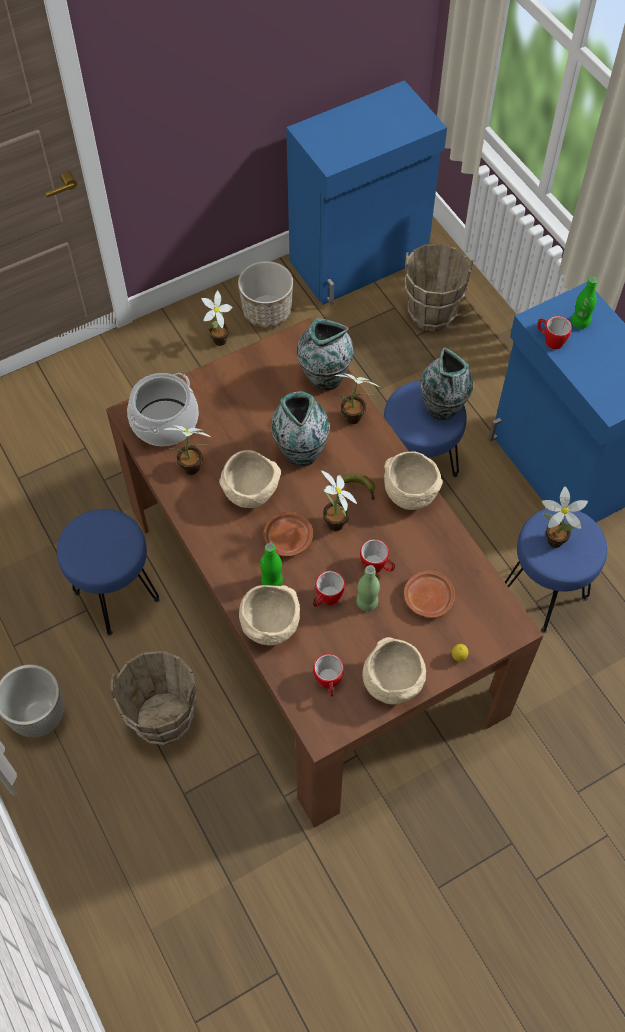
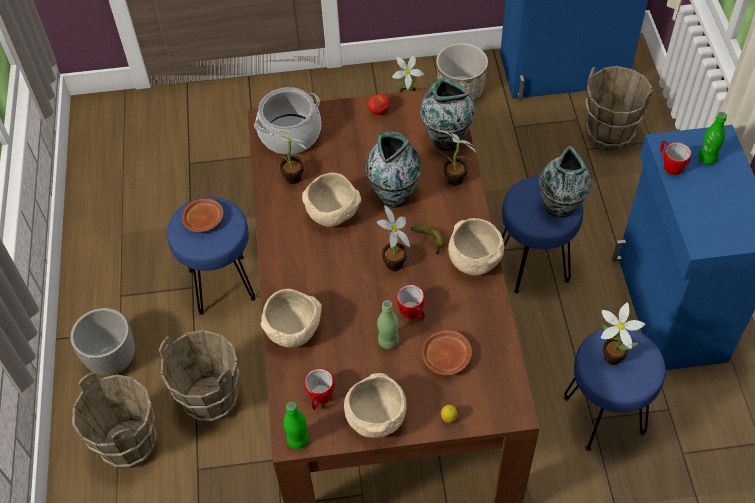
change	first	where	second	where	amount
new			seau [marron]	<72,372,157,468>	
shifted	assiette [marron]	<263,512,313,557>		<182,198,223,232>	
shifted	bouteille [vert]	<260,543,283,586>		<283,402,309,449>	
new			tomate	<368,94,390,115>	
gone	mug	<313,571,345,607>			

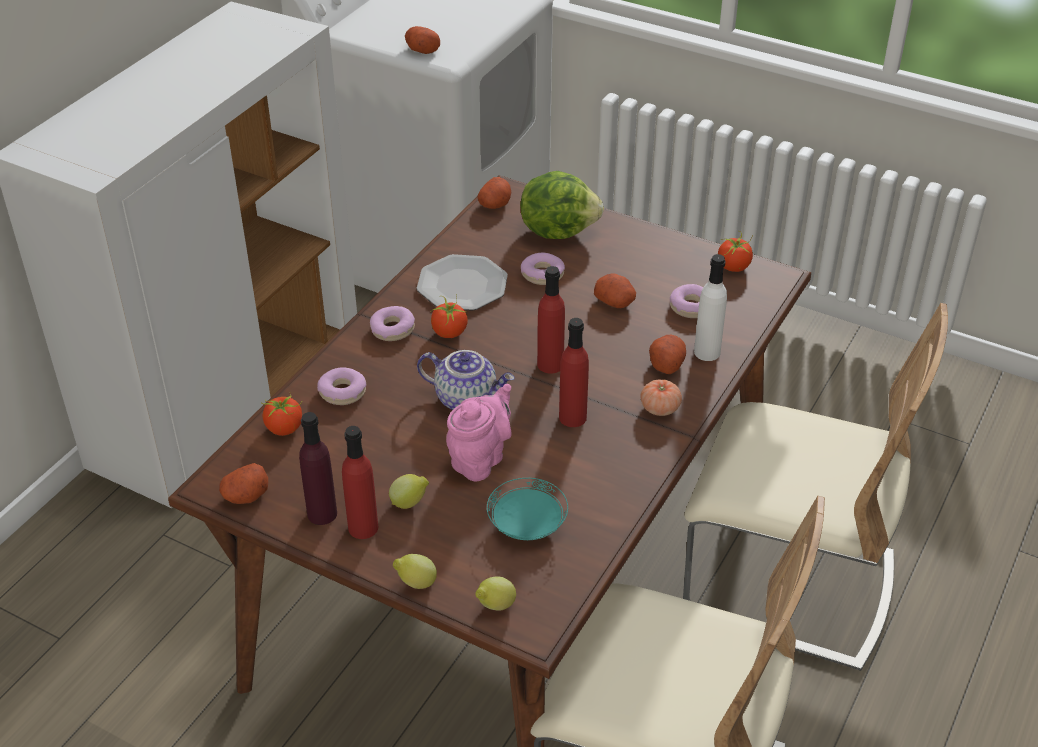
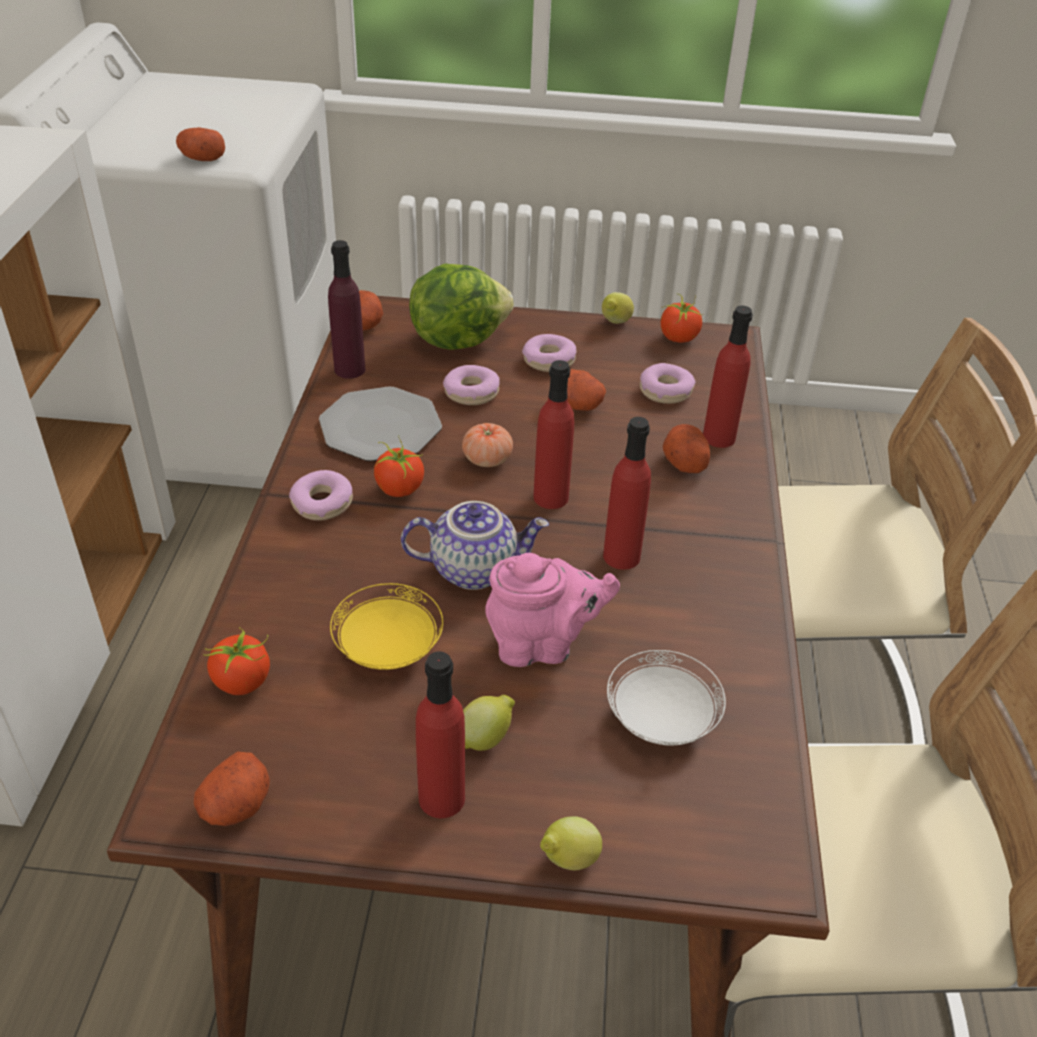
change	first	where	second	where	amount
shifted	bouteille [violet]	<299,412,337,525>		<328,240,366,379>	
new			assiette [jaune]	<330,583,443,670>	
shifted	tomate	<640,380,682,416>		<462,423,513,467>	
rotated	théière [rose]	<446,384,512,482>		<485,553,620,667>	75 degrees clockwise
shifted	beignet	<317,367,366,405>		<522,334,576,372>	
shifted	citron	<475,576,516,611>		<602,292,634,324>	
repainted	assiette [turquoise]	<487,478,568,540>	assiette [blanc]	<607,650,726,746>	
repainted	bouteille [blanc]	<694,254,727,361>	bouteille [rouge]	<703,305,752,448>	

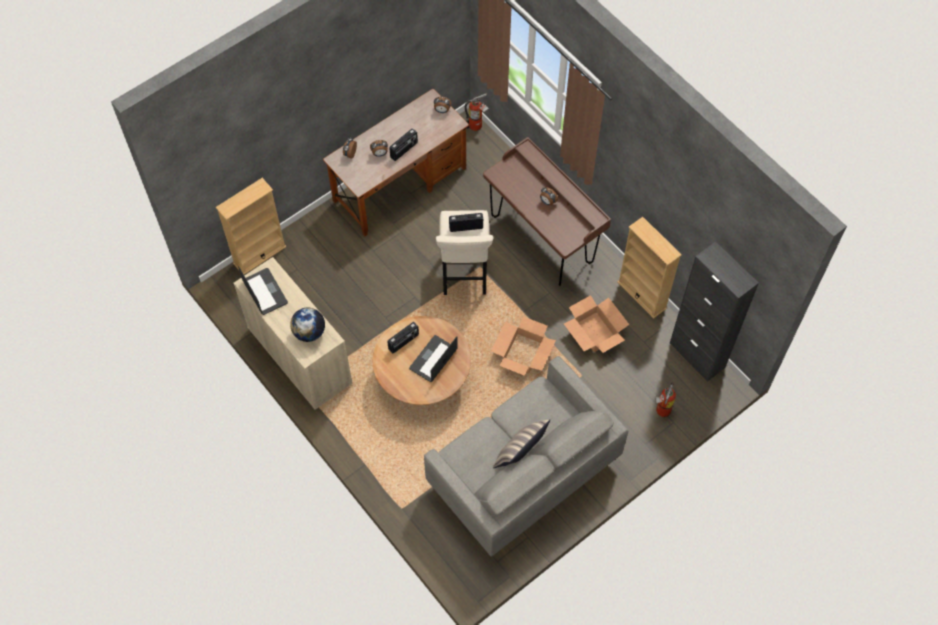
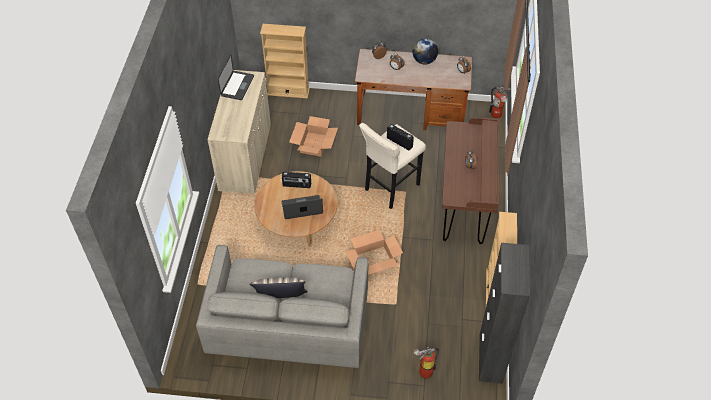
change	first	where	second	where	amount
shifted	carton	<564,295,629,353>		<289,116,338,157>	
shifted	globe	<290,307,325,342>		<413,39,438,65>	
gone	radio	<389,128,418,161>			

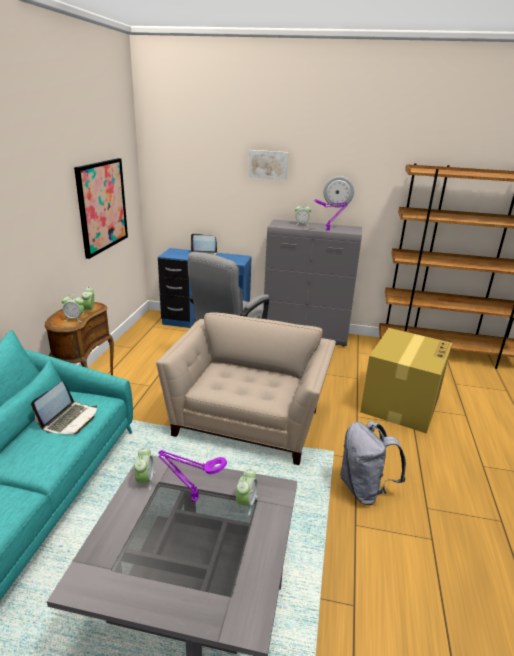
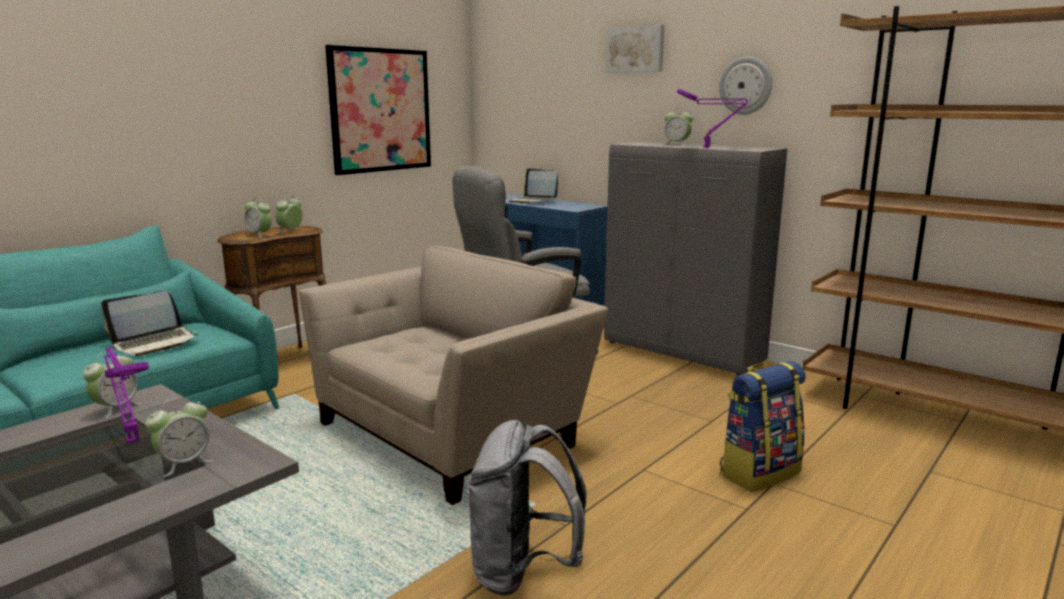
change	first	where	second	where	amount
swapped	carton	<360,328,452,434>	sac à dos	<720,361,805,492>	

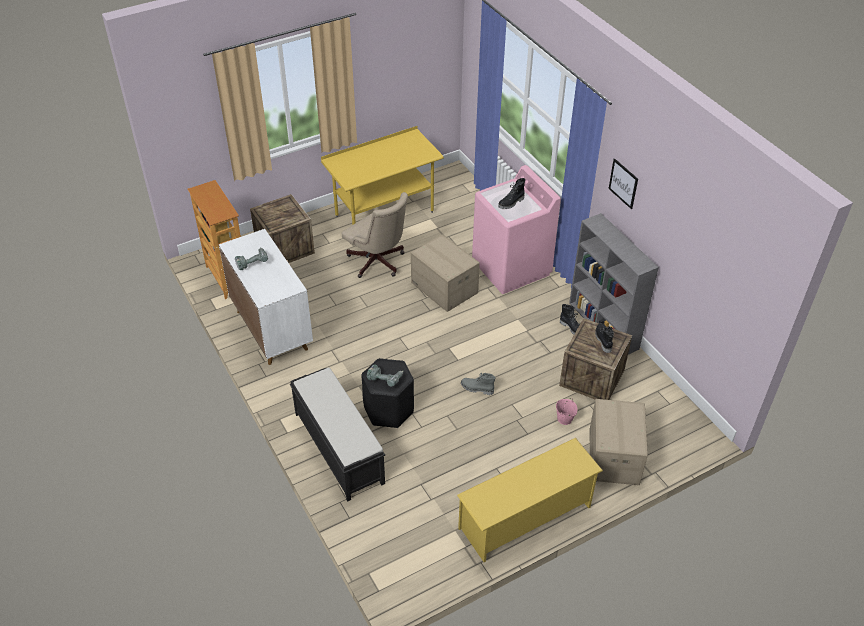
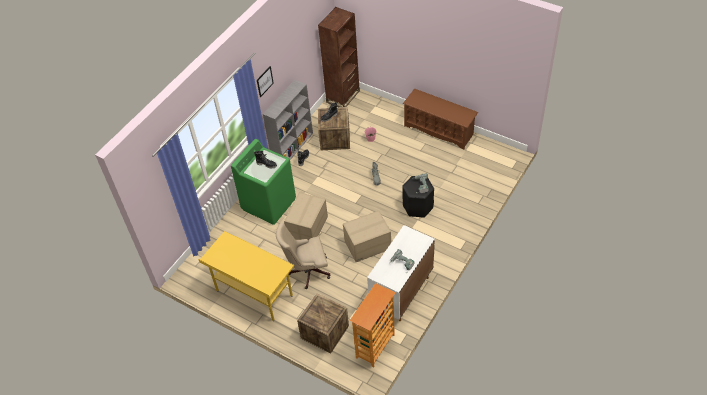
change	first	where	second	where	amount
repainted	lave-linge [rose]	<472,165,561,294>	lave-linge [vert]	<231,139,296,225>	
rotated	chaise de bureau [beige]	<341,192,408,278>		<276,223,330,289>	120 degrees counterclockwise
new			bibliothèque [marron]	<318,7,360,107>	
shifted	carton	<590,399,648,485>		<343,210,391,262>	
repainted	étagère à chaussures [jaune]	<457,438,603,562>	étagère à chaussures [marron]	<403,89,478,149>	
gone	banc [noir]	<290,367,385,502>			

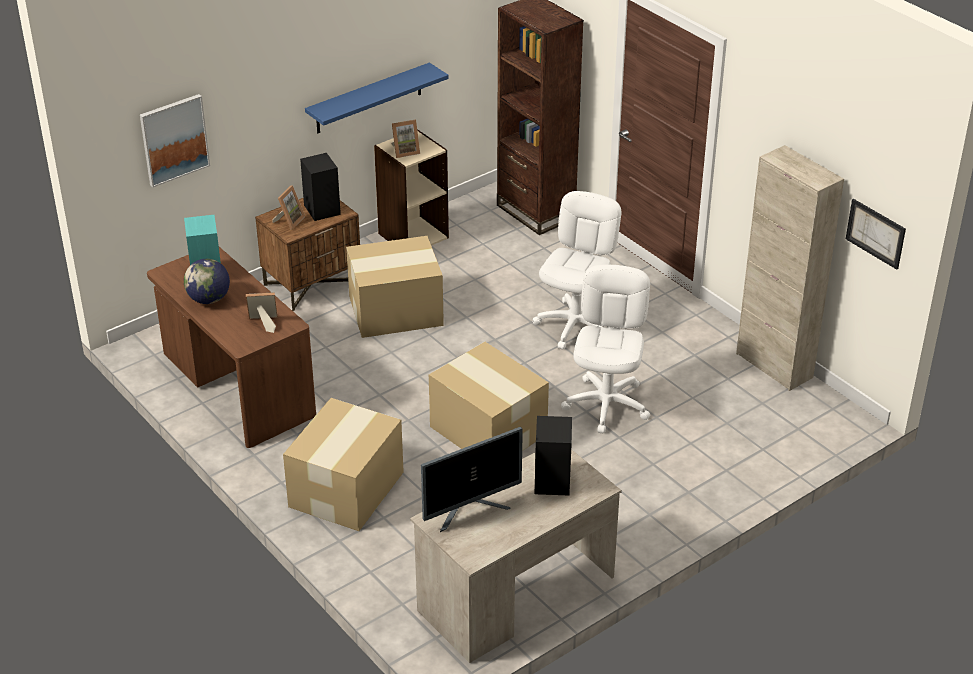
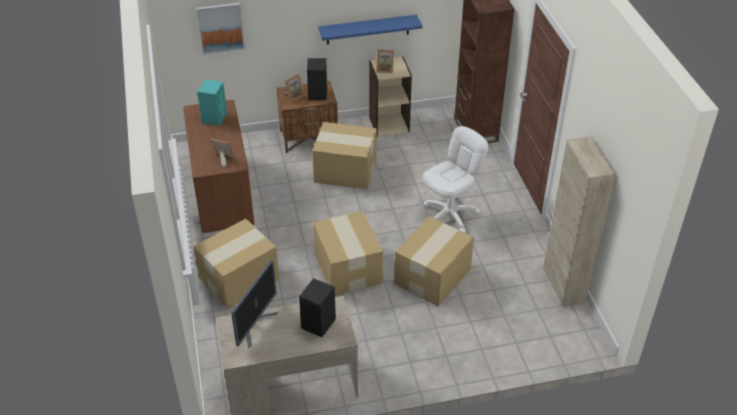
change	first	where	second	where	amount
rotated	écran d'ordinateur	<421,427,523,532>		<231,259,278,348>	60 degrees counterclockwise
swapped	chaise de bureau [blanc]	<561,265,650,434>	carton	<394,216,474,307>	
gone	globe	<184,259,230,304>			
gone	tableau	<846,199,906,270>			

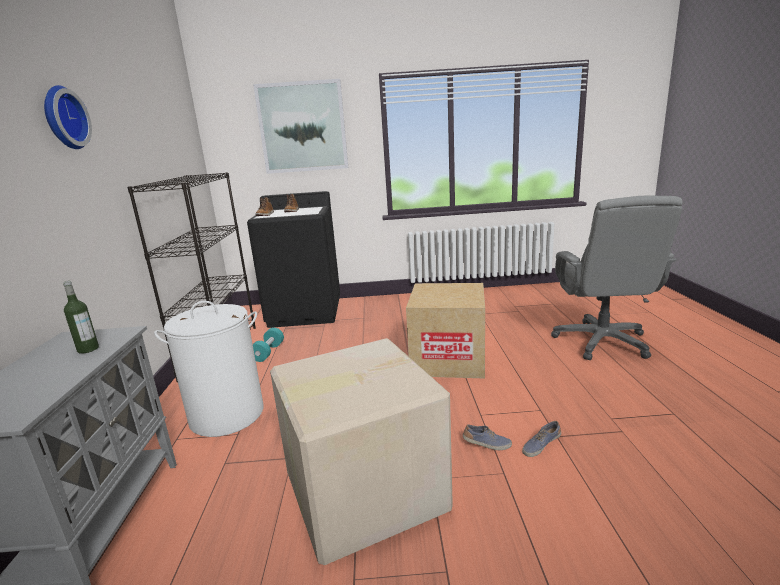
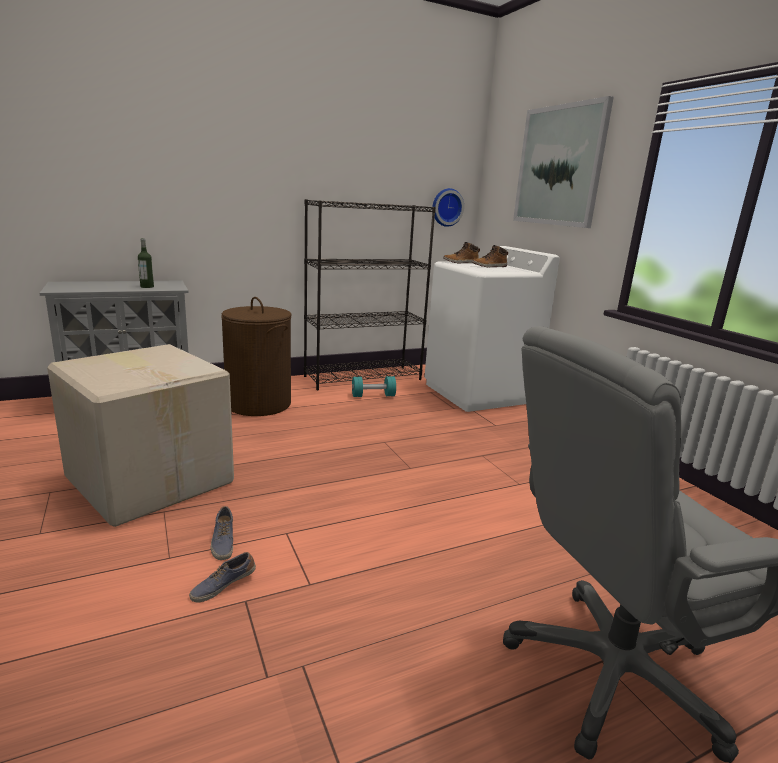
change	first	where	second	where	amount
rotated	chaussure	<522,421,561,457>		<189,552,256,603>	75 degrees counterclockwise
repainted	panier à linge [blanc]	<154,301,263,437>	panier à linge [marron]	<221,297,292,416>	
repainted	lave-linge [noir]	<247,191,340,328>	lave-linge [blanc]	<425,246,560,412>	
shifted	horloge murale	<44,85,92,149>		<432,188,464,227>	
gone	carton	<406,283,485,379>			

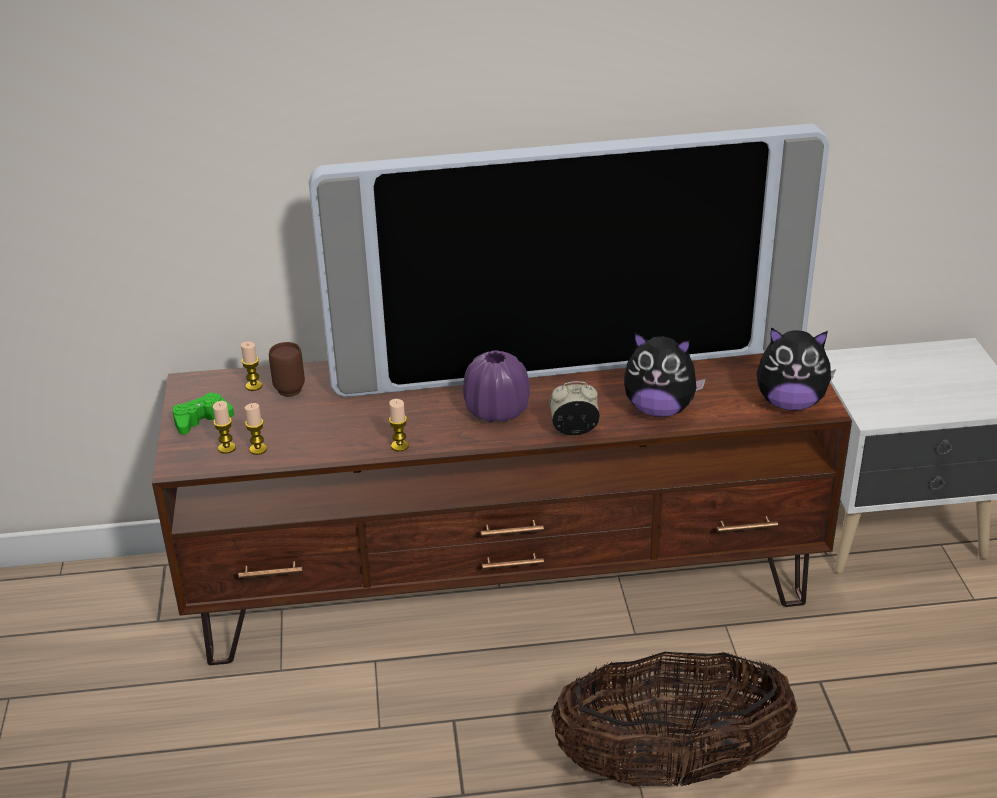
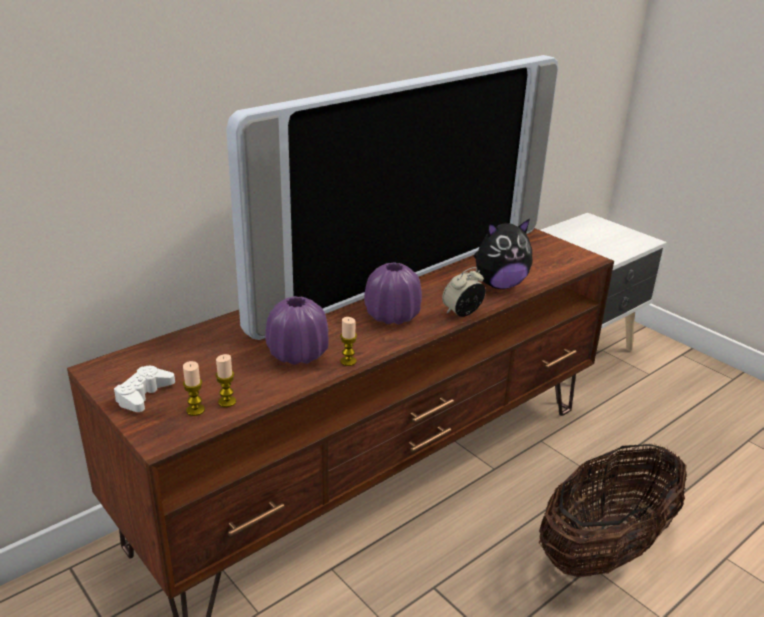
change	first	where	second	where	amount
repainted	manette [vert]	<172,392,234,435>	manette [blanc]	<114,366,175,412>	
new			vase [violet]	<265,296,329,365>	
gone	bougie	<241,341,262,391>			
gone	mug [marron]	<269,342,305,397>			
gone	peluche	<756,327,836,411>			

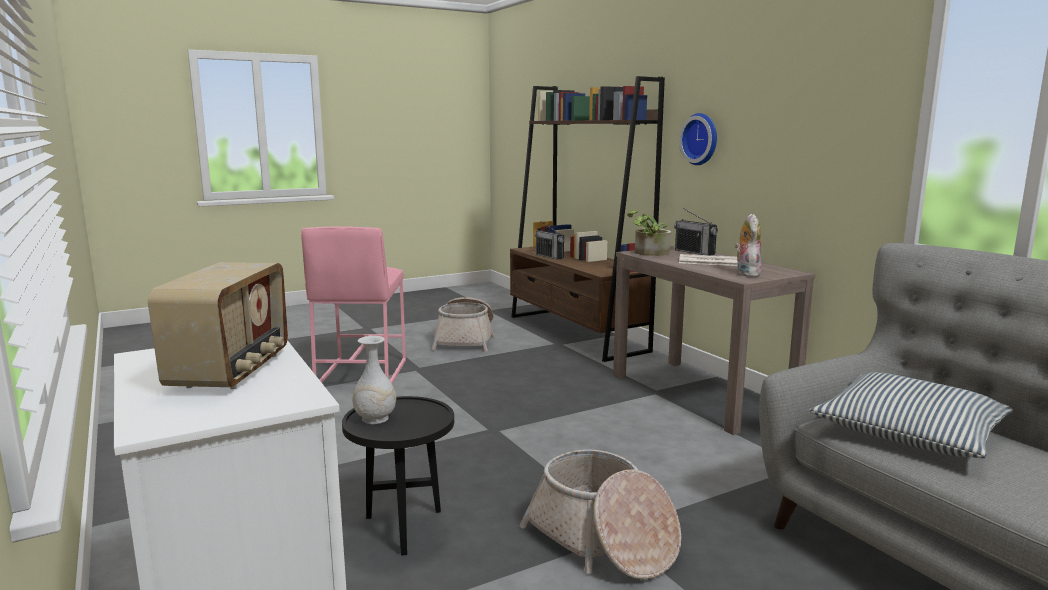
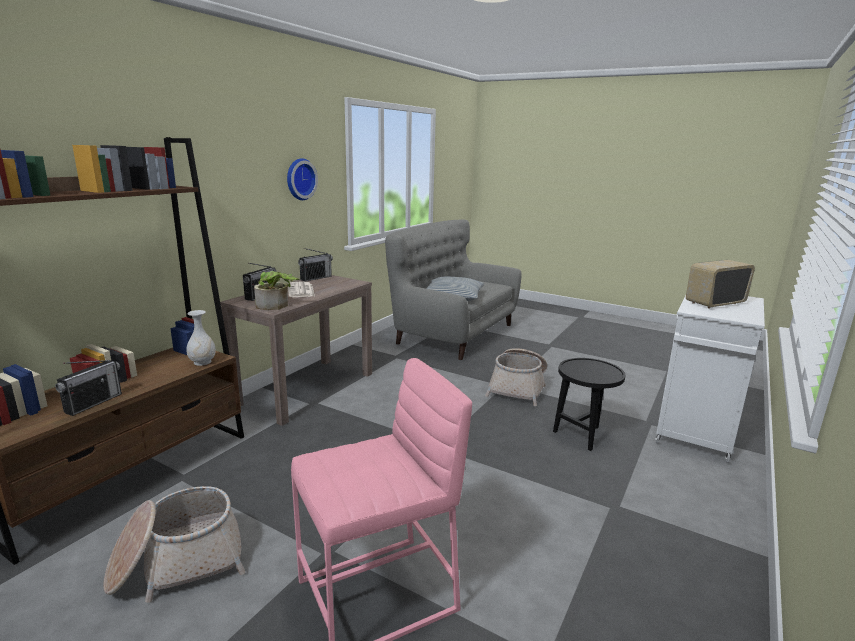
change	first	where	second	where	amount
shifted	vase [blanc]	<352,336,396,424>		<186,310,216,366>	
shifted	horloge murale	<679,113,717,165>		<287,158,318,200>	
new			radio	<298,248,333,282>	
gone	peluche	<735,214,762,277>			

